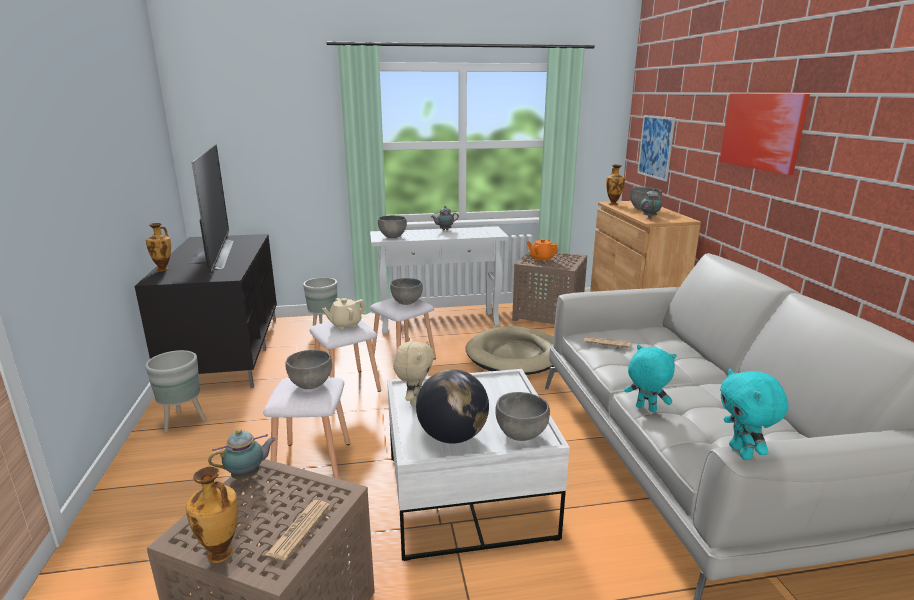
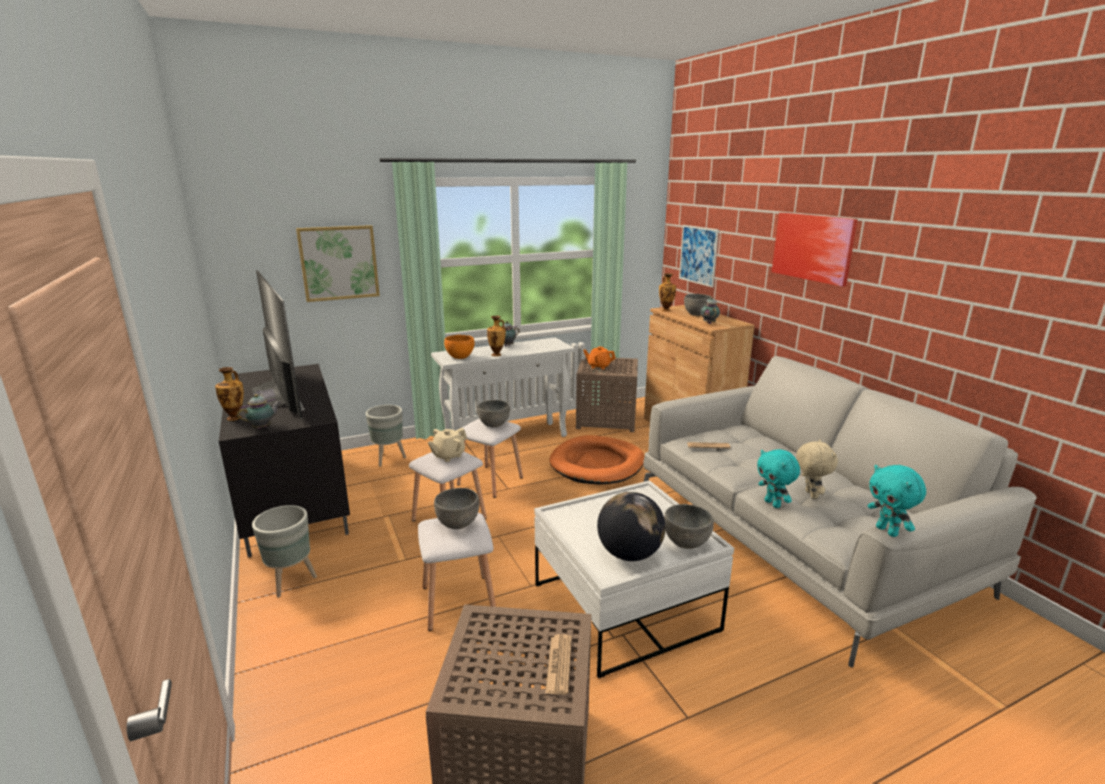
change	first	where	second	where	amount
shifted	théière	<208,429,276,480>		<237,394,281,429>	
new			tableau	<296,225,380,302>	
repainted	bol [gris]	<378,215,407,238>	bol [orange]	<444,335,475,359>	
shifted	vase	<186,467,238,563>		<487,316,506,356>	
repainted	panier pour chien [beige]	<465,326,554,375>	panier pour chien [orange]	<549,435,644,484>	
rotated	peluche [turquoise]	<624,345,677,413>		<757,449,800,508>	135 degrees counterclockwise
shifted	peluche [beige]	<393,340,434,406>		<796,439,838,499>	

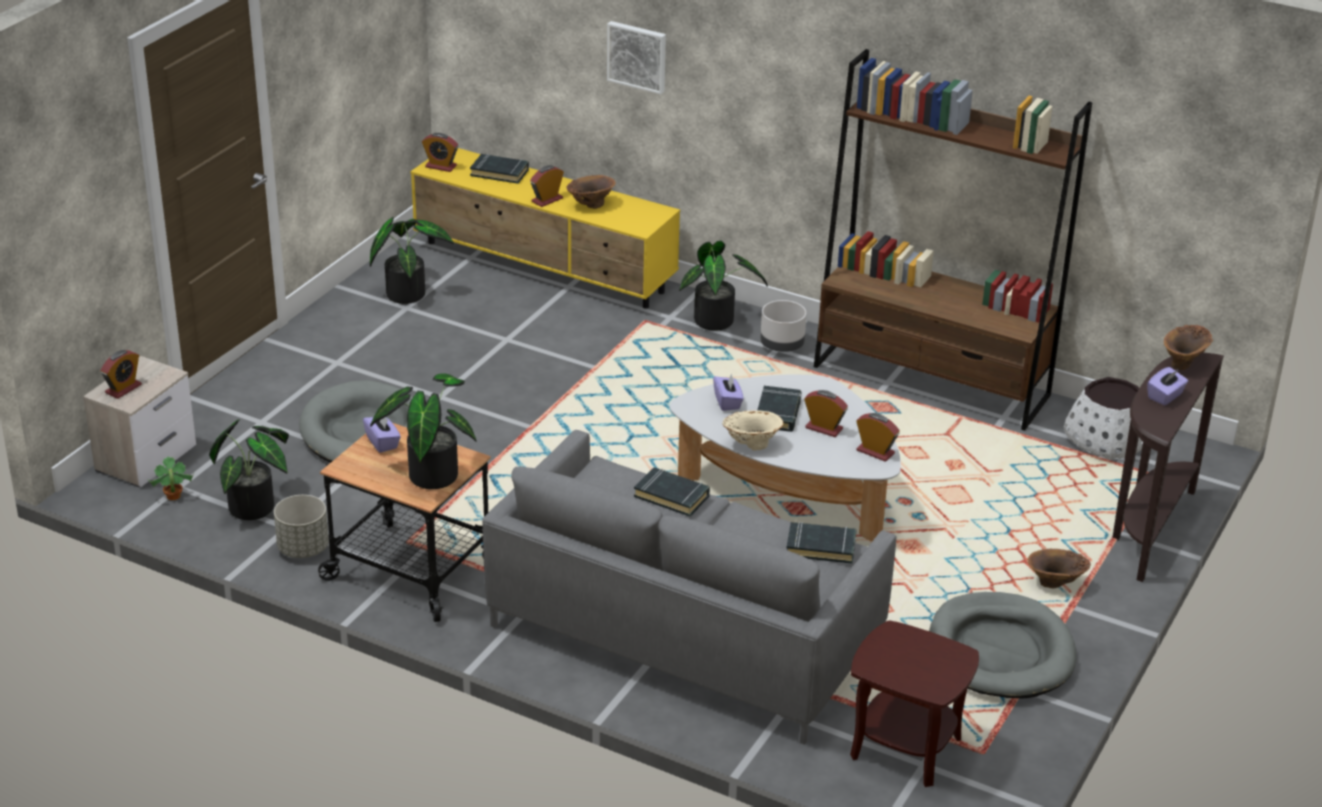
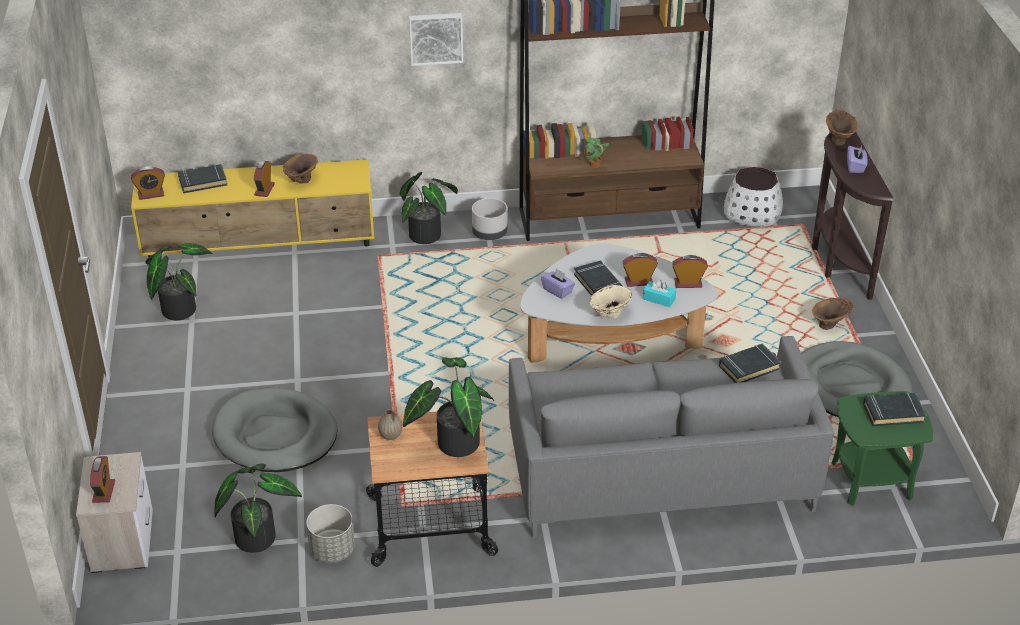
change	first	where	second	where	amount
swapped	boîte à mouchoirs [violet]	<363,417,401,453>	vase	<378,409,402,440>	
shifted	tableau	<607,21,666,94>		<409,13,463,66>	
shifted	plante en pot	<149,456,194,500>		<584,137,609,167>	
new			boîte à mouchoirs [turquoise]	<643,280,676,307>	
repainted	table d'appoint [marron]	<850,621,979,787>	table d'appoint [vert]	<831,391,933,506>	
shifted	livre [noir]	<634,467,710,517>		<863,392,926,426>	

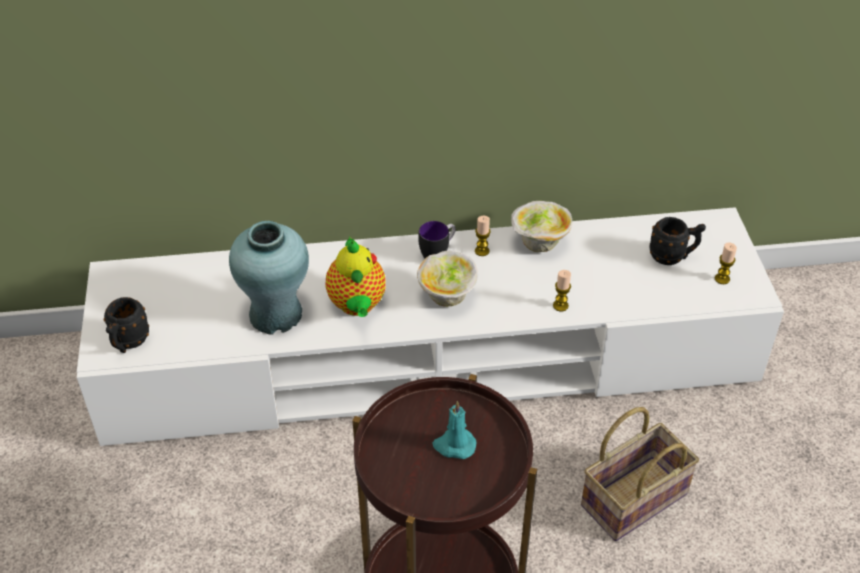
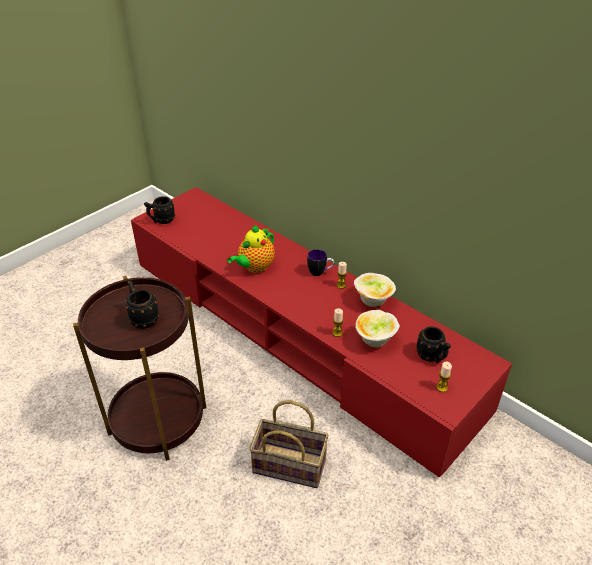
change	first	where	second	where	amount
swapped	bougie [turquoise]	<432,401,476,459>	mug [noir]	<125,280,159,329>	
repainted	meuble télé [blanc]	<77,207,784,446>	meuble télé [rouge]	<131,187,512,478>	
shifted	bol	<417,250,478,307>		<355,310,400,348>	
gone	vase [turquoise]	<229,221,309,334>			

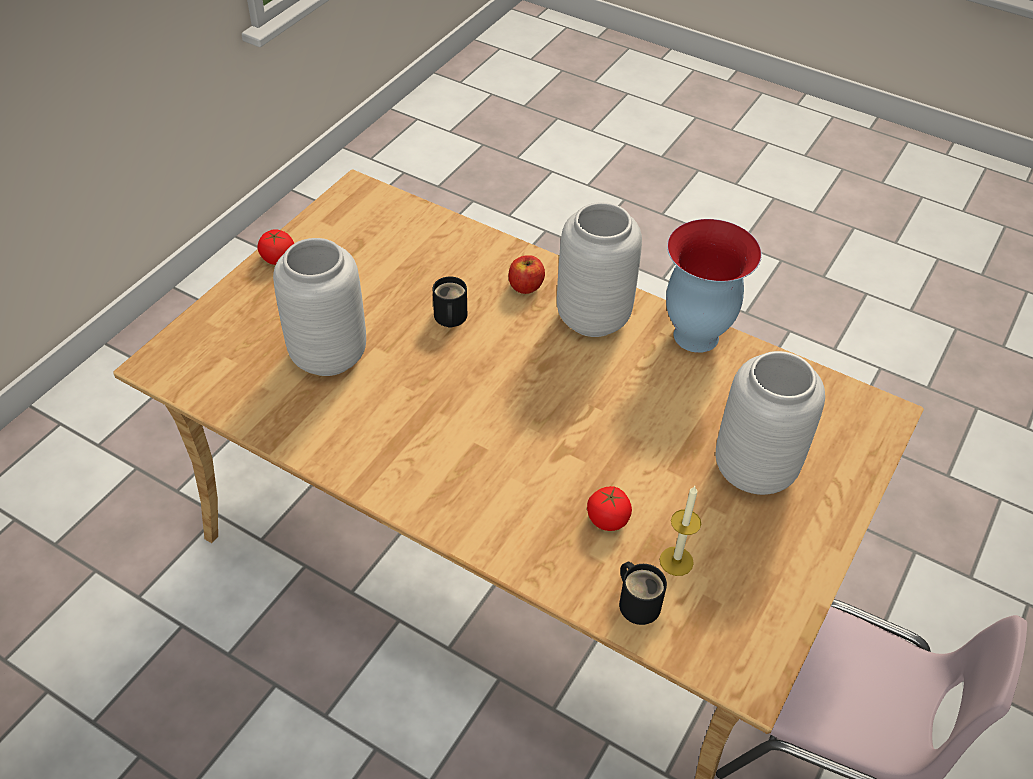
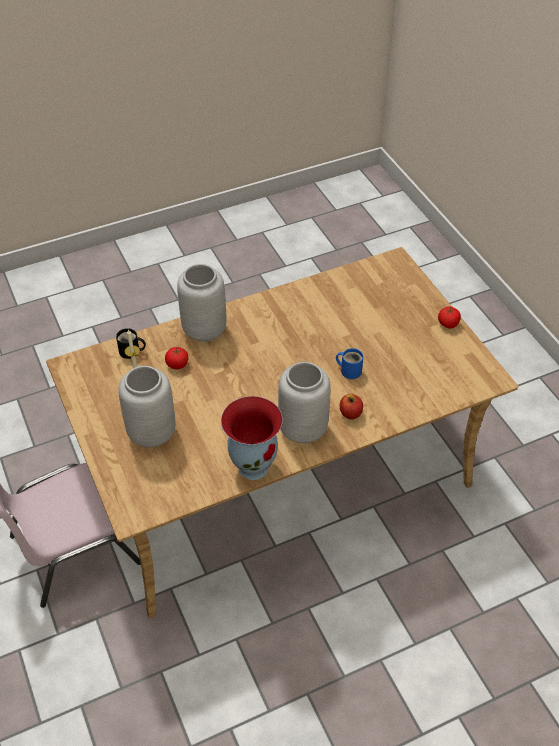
change	first	where	second	where	amount
shifted	vase [gris]	<273,238,366,376>		<177,264,226,342>	
repainted	mug [noir]	<433,276,467,327>	mug [bleu]	<336,348,363,379>	

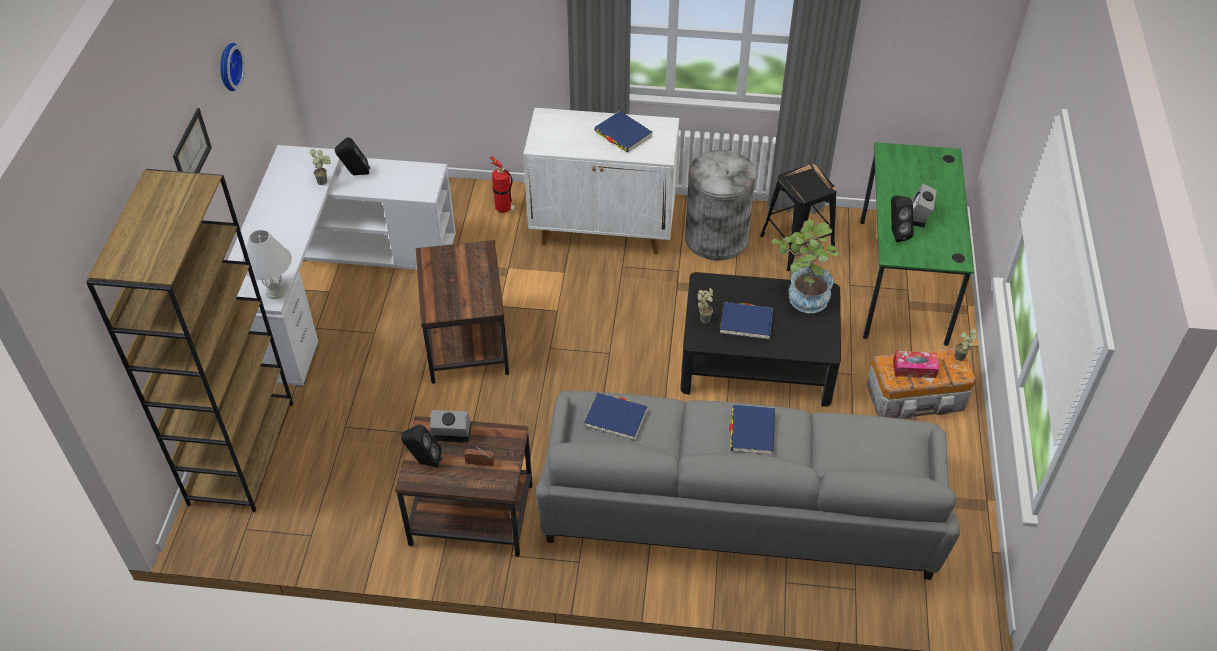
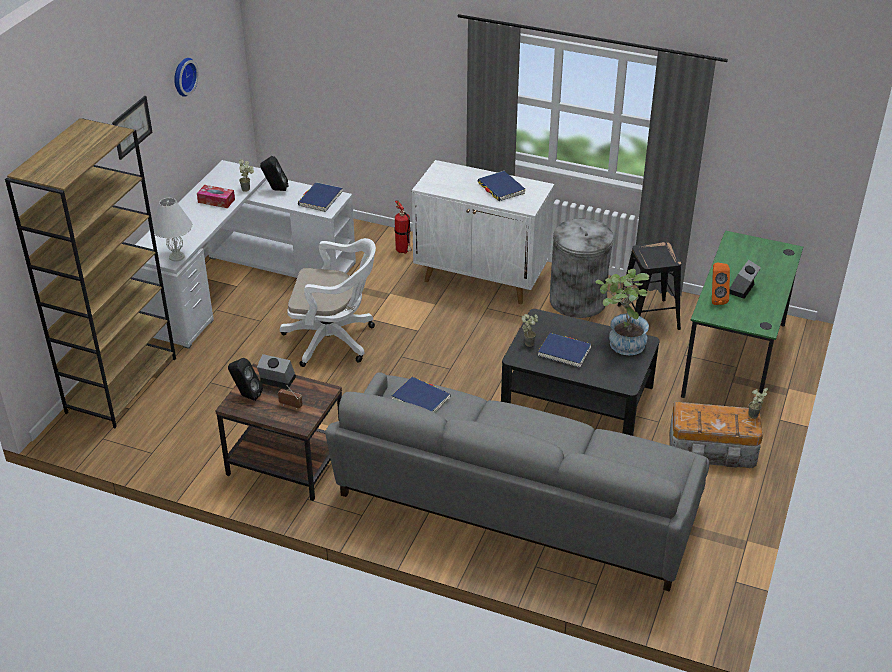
change	first	where	second	where	amount
shifted	boîte à mouchoirs	<893,351,939,378>		<197,185,235,208>	
swapped	table d'appoint [marron]	<416,240,509,384>	chaise de bureau [blanc]	<280,238,376,367>	
shifted	livre [bleu]	<729,404,775,455>		<298,182,342,212>	
repainted	enceinte [noir]	<891,195,913,242>	enceinte [orange]	<712,263,730,305>	

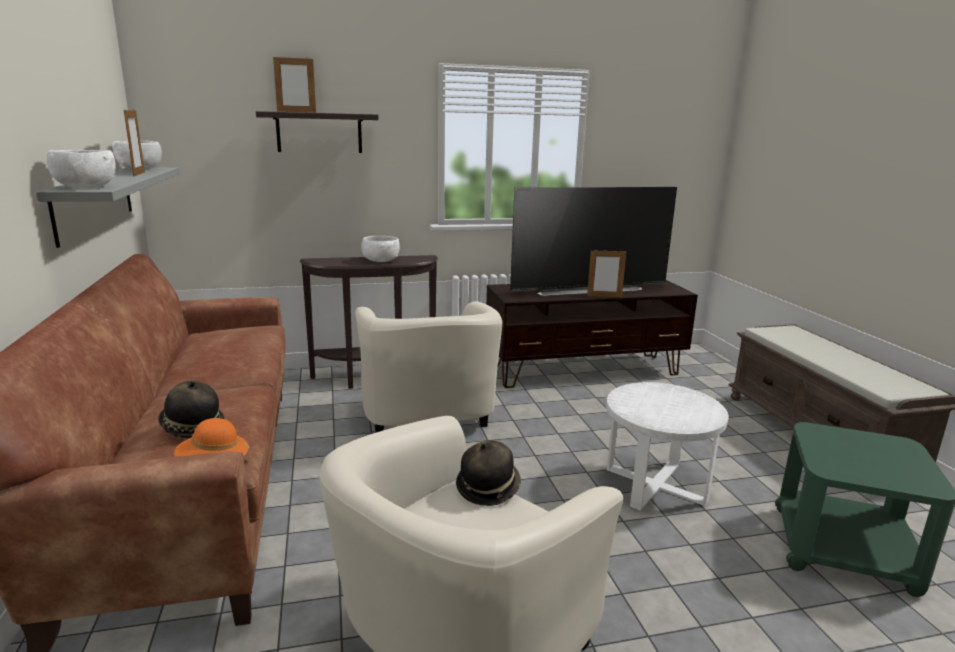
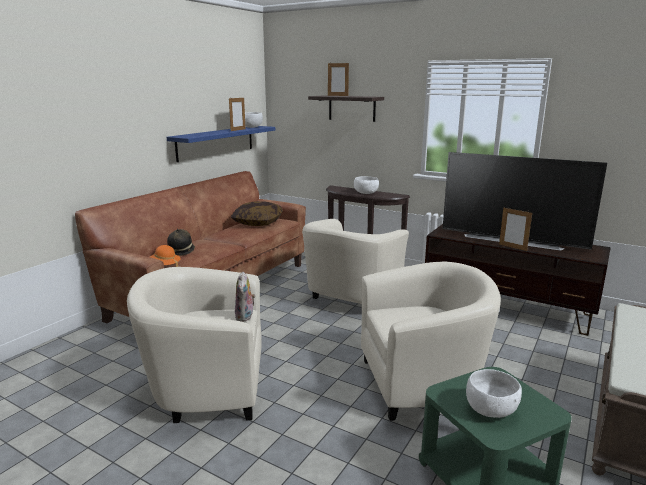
change	first	where	second	where	amount
repainted	étagère [gris]	<36,167,180,248>	étagère [bleu]	<167,126,275,162>	
new			coussin	<231,201,283,226>	
swapped	chapeau	<456,440,521,506>	peluche	<235,272,256,322>	
swapped	table d'appoint [blanc]	<606,382,728,511>	fauteuil [beige]	<361,261,501,421>	
shifted	bol [blanc]	<47,150,116,188>		<466,369,522,418>	

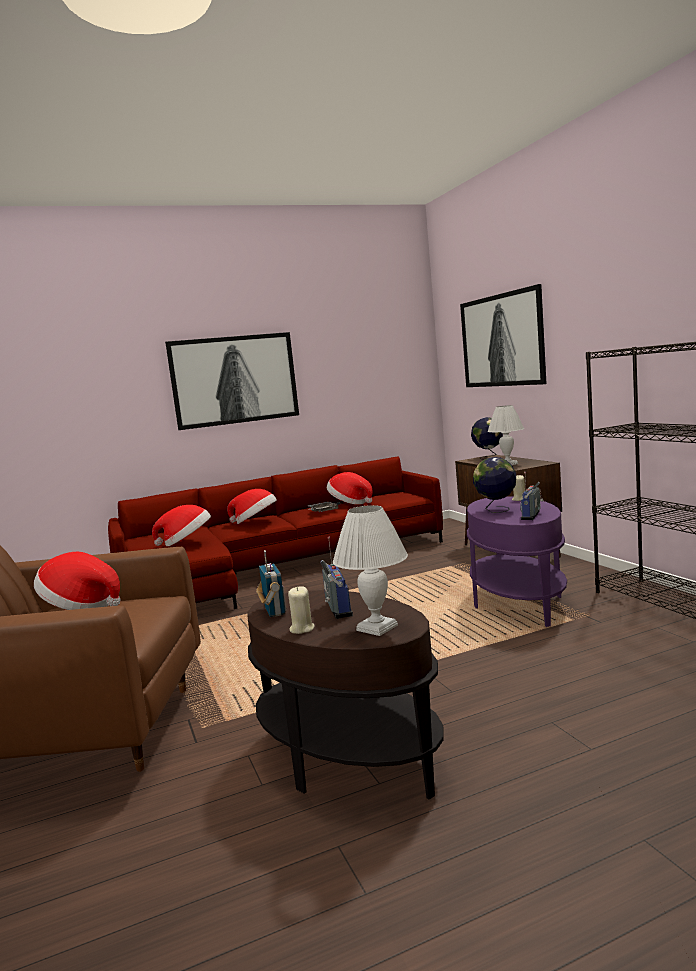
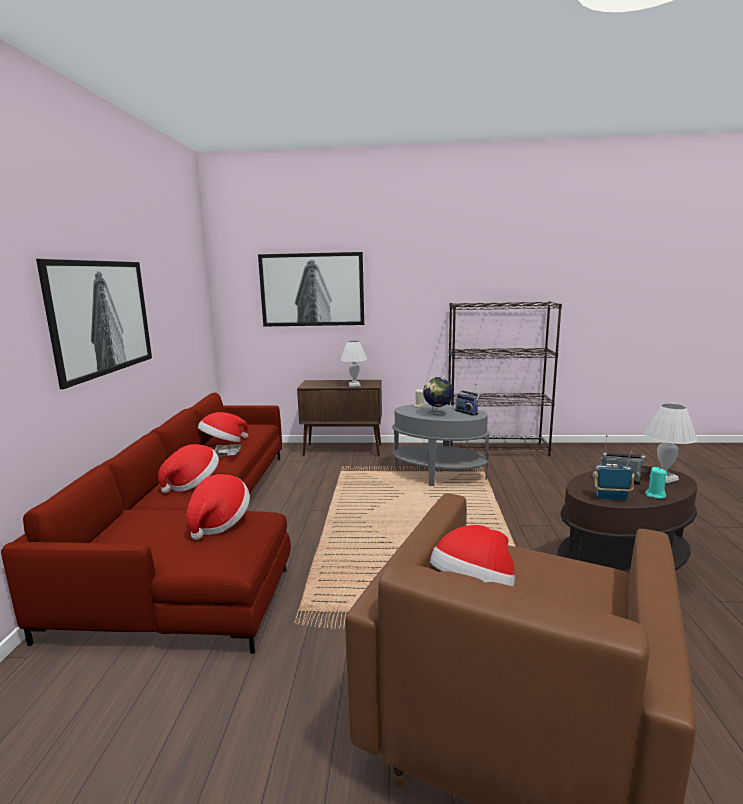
change	first	where	second	where	amount
repainted	table d'appoint [violet]	<467,496,567,627>	table d'appoint [gris]	<392,404,490,486>	
repainted	bougie [beige]	<288,586,315,634>	bougie [turquoise]	<645,467,667,499>	
gone	globe	<471,417,503,460>			

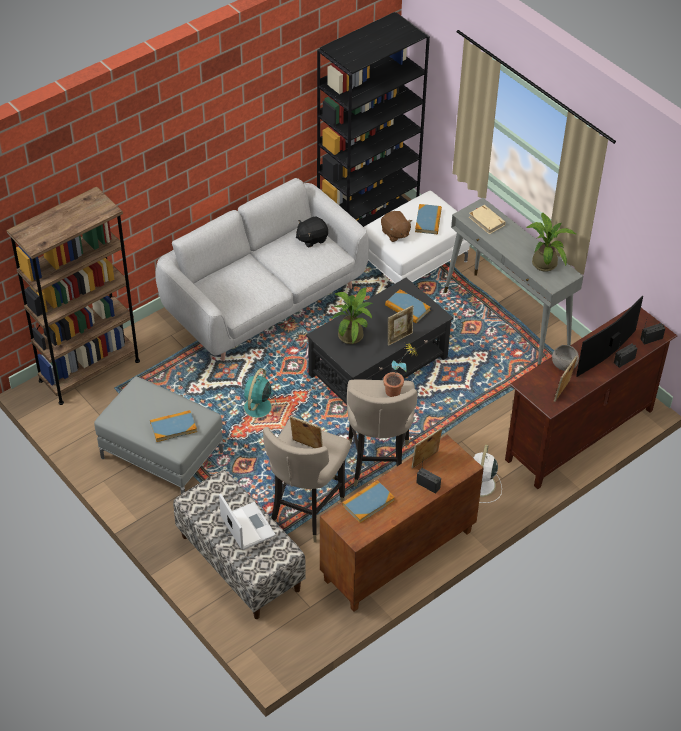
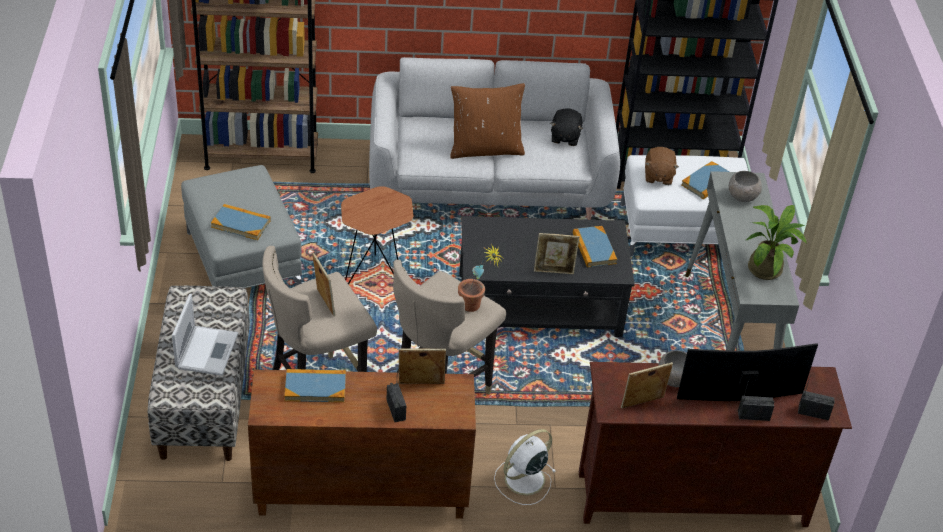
change	first	where	second	where	amount
swapped	ventilateur [turquoise]	<242,368,278,424>	table d'appoint [marron]	<341,186,413,284>	
new			coussin [marron]	<450,83,525,159>	
rotated	peluche [noir]	<296,216,328,248>		<550,109,583,146>	90 degrees counterclockwise
swapped	livre [beige]	<469,205,505,234>	bol [gris]	<729,171,762,202>	
gone	plante en pot	<331,288,373,344>			

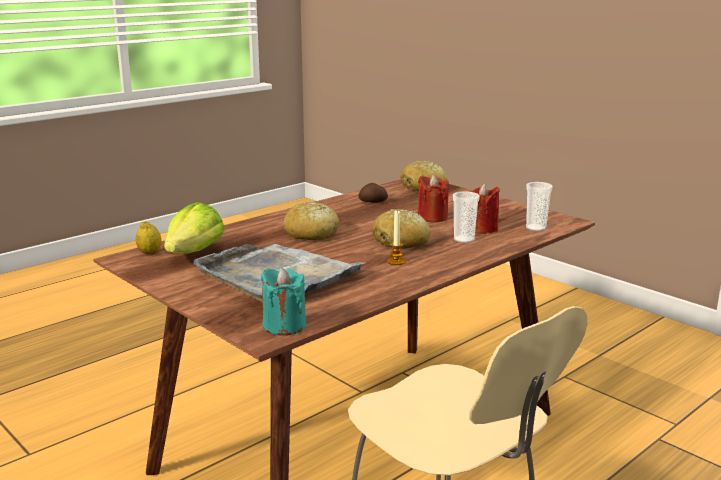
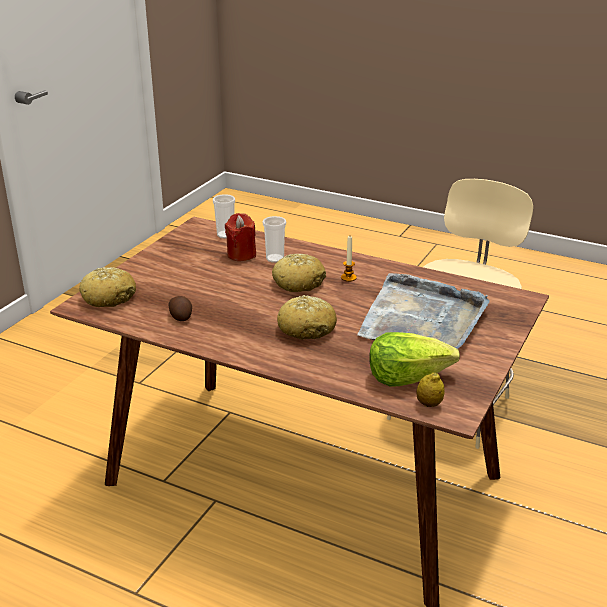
change	first	where	second	where	amount
gone	bougie [turquoise]	<261,268,306,336>			
gone	bougie [rouge]	<417,174,449,223>			

